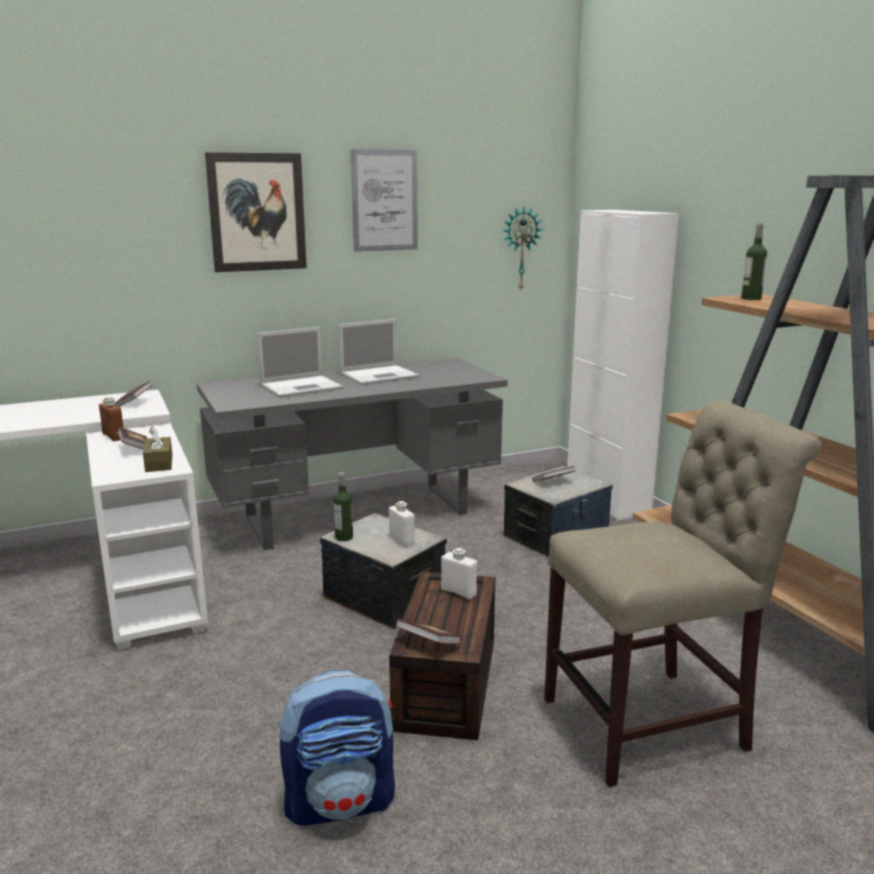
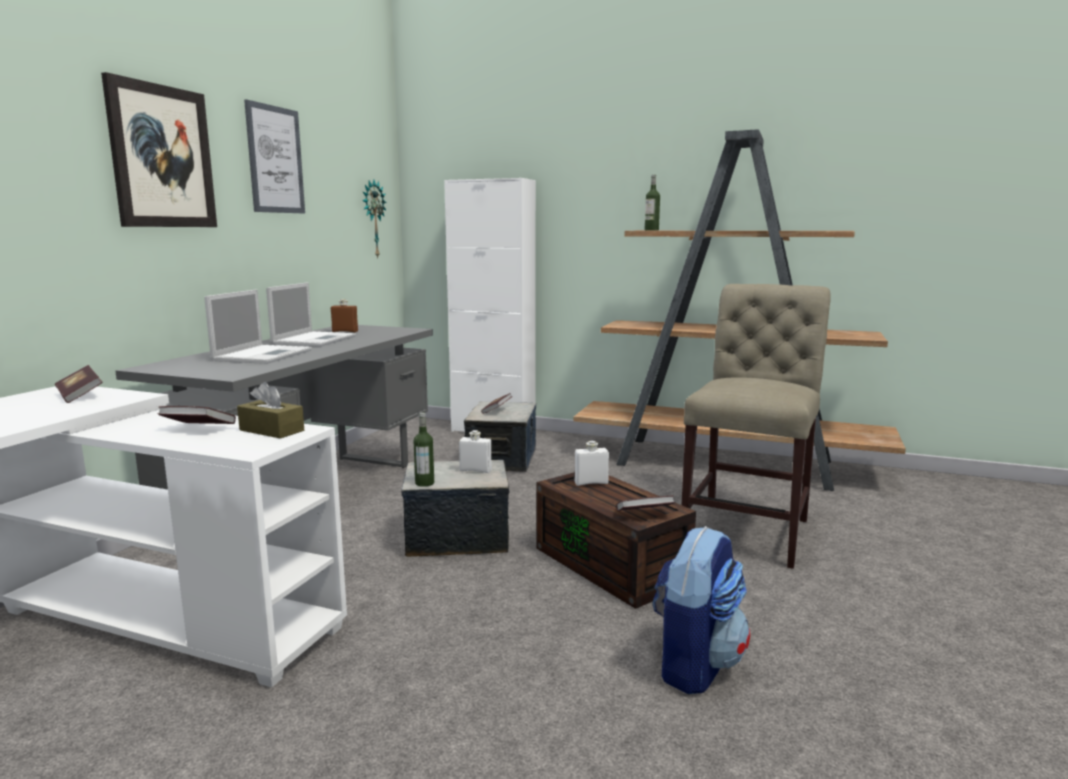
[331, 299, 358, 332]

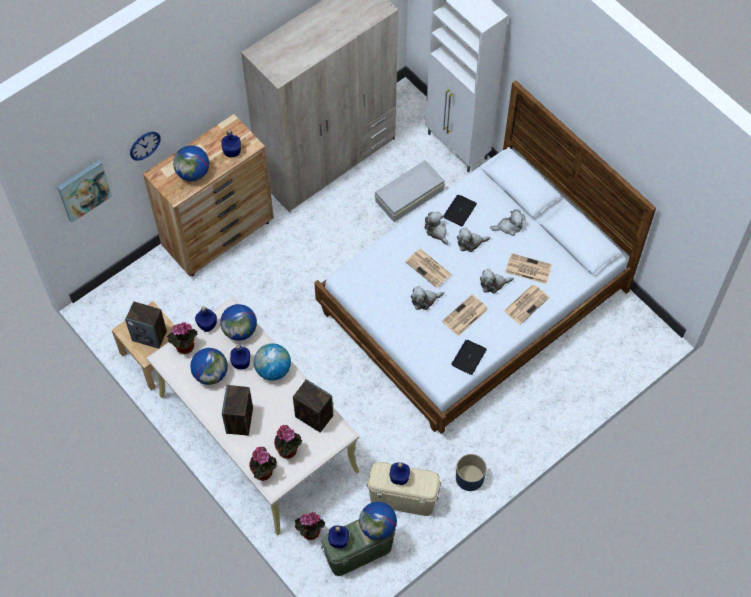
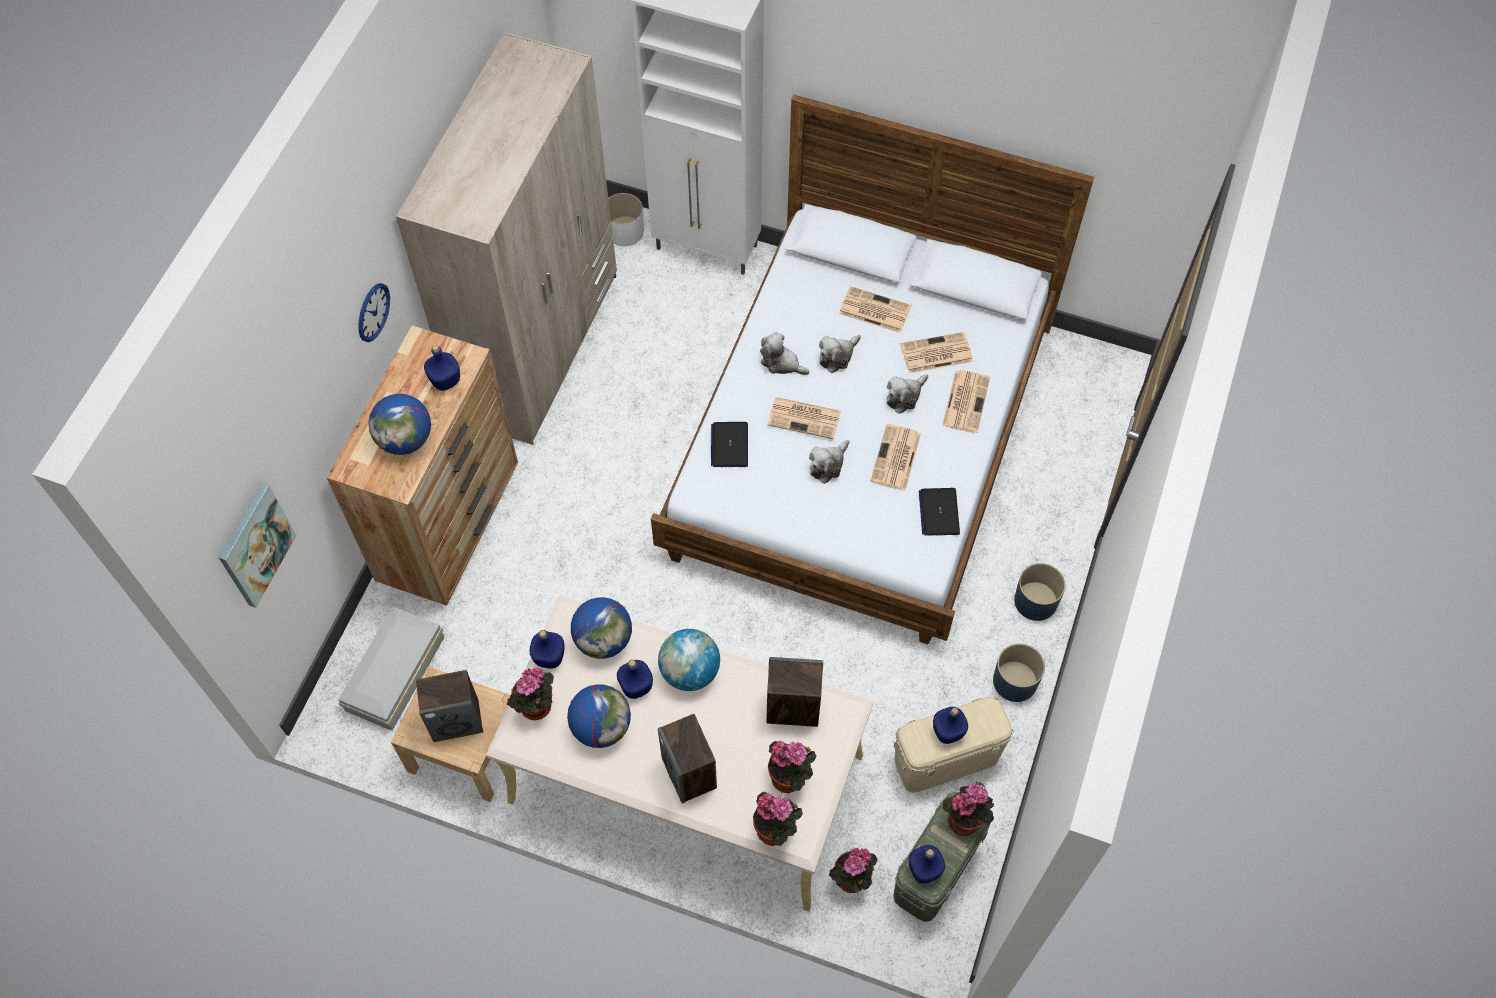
[338, 606, 444, 731]
[358, 283, 390, 342]
[608, 193, 644, 246]
[711, 422, 748, 467]
[839, 286, 911, 333]
[943, 782, 994, 836]
[1014, 563, 1065, 621]

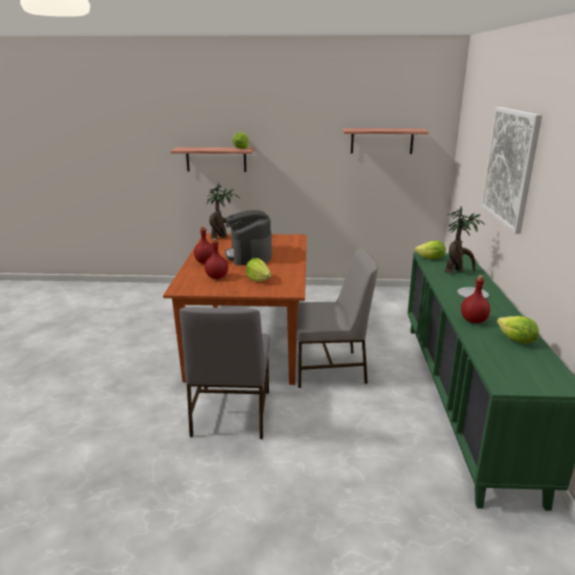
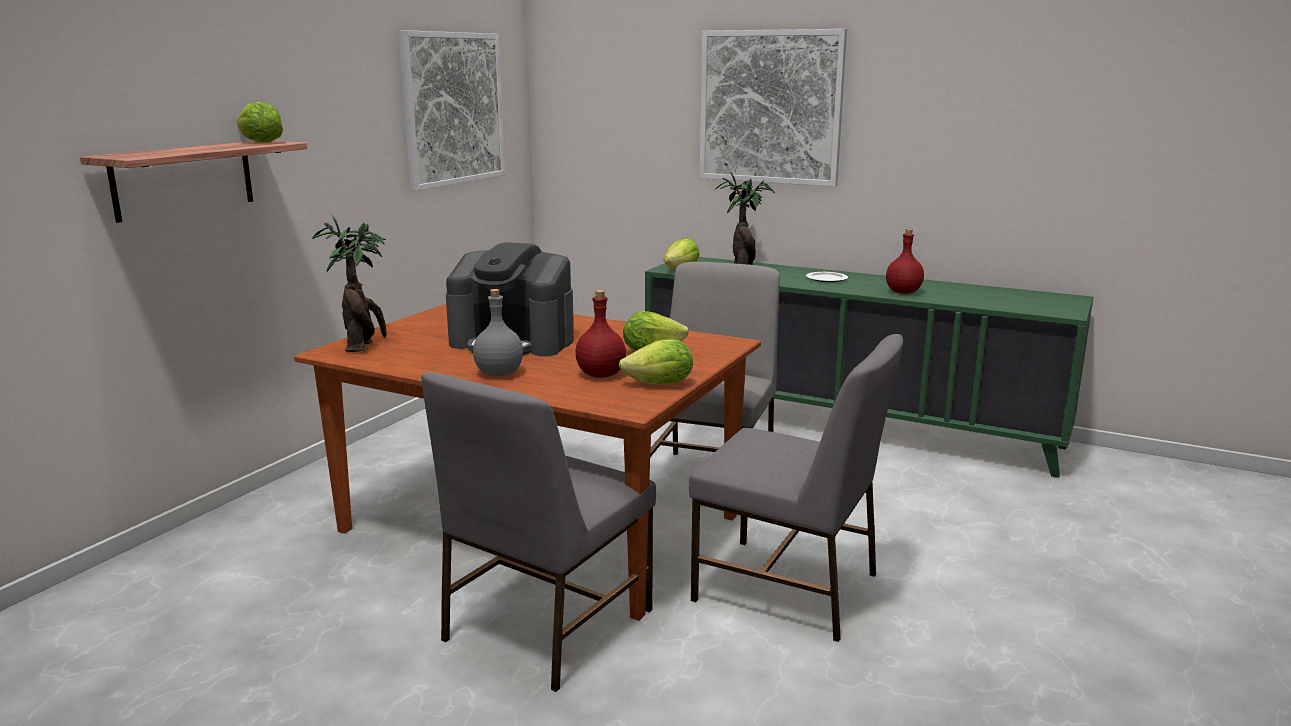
[398, 30, 505, 191]
[421, 372, 656, 692]
[473, 289, 523, 376]
[619, 339, 693, 385]

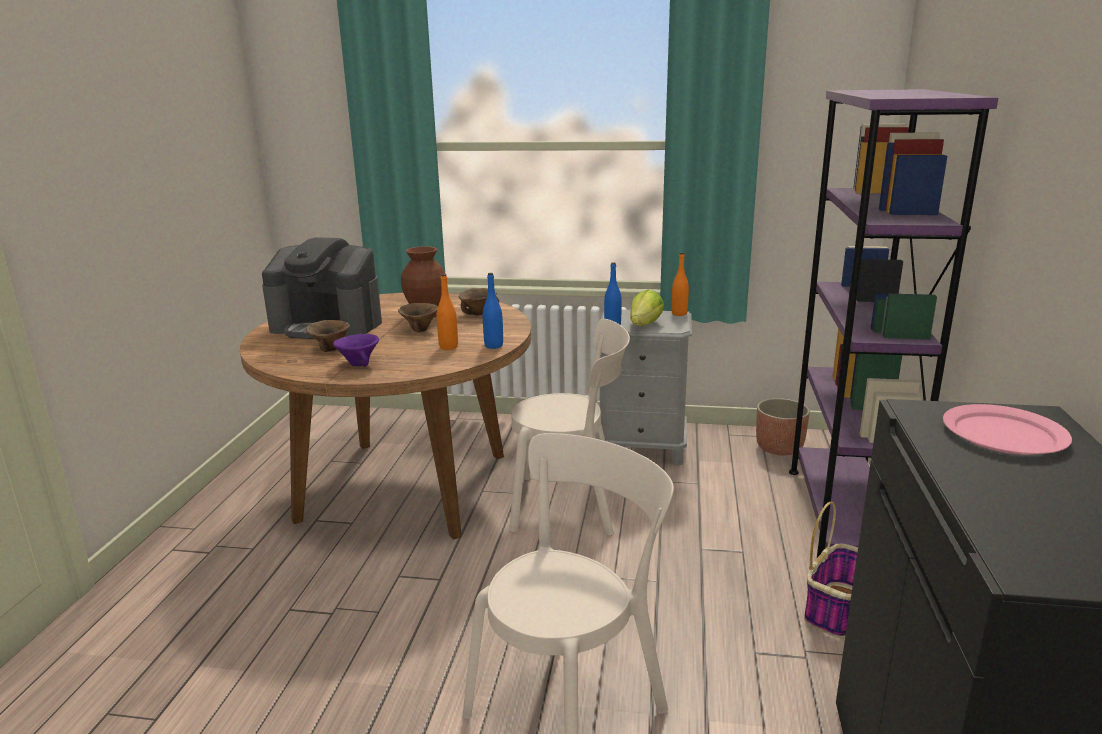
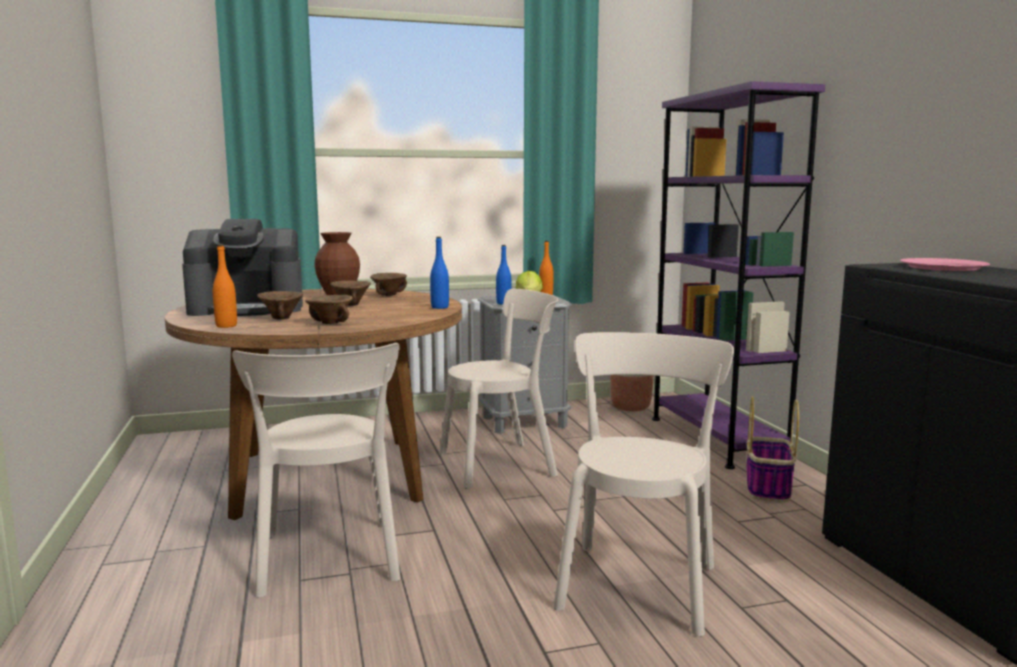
[213, 245, 237, 328]
[232, 343, 401, 598]
[305, 295, 353, 324]

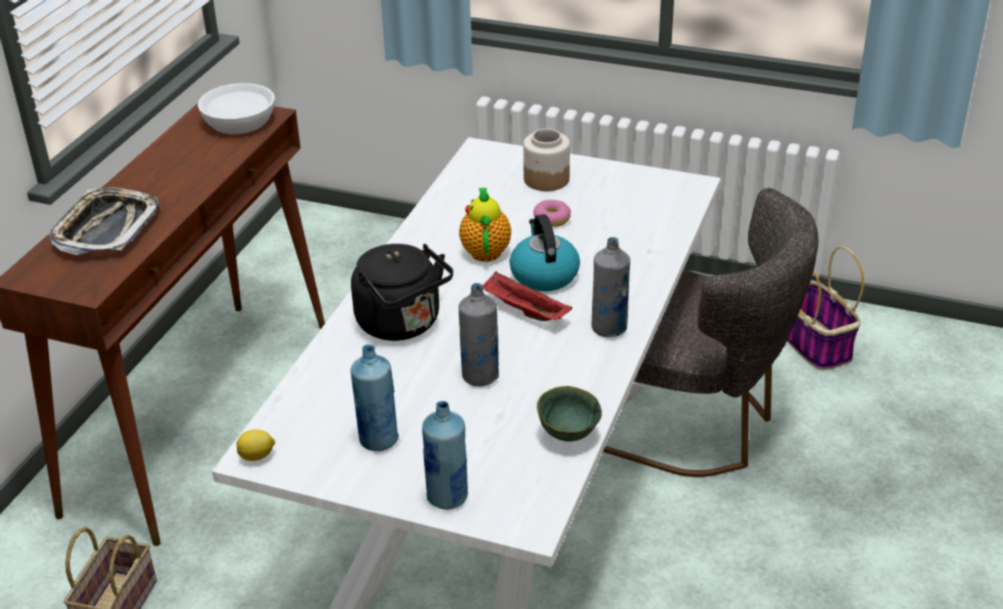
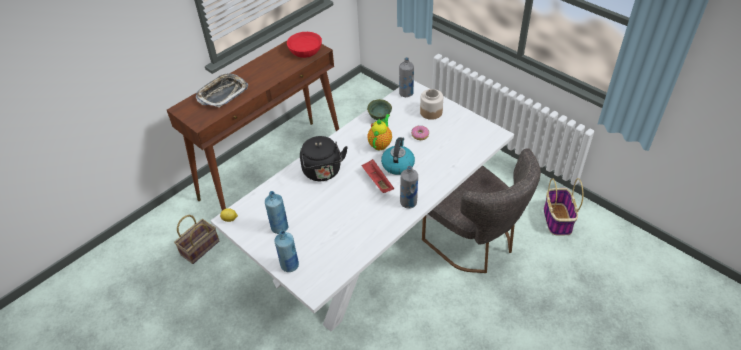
[287, 32, 322, 58]
[367, 99, 392, 120]
[399, 57, 414, 97]

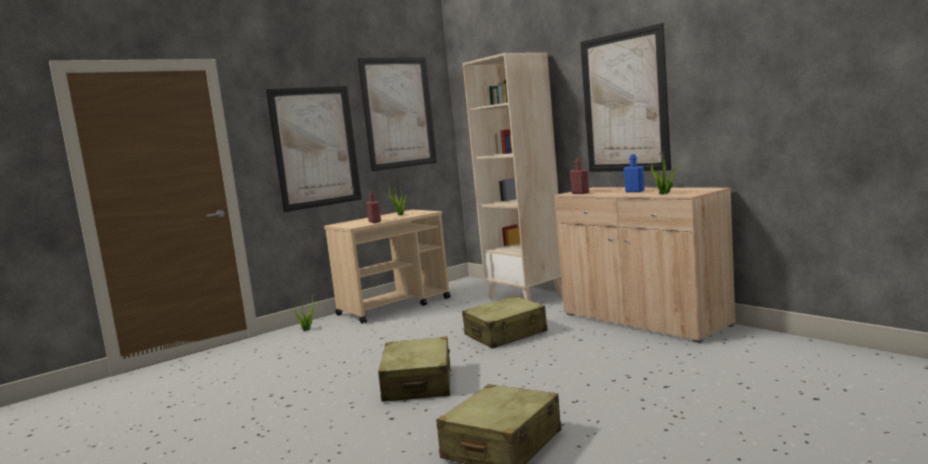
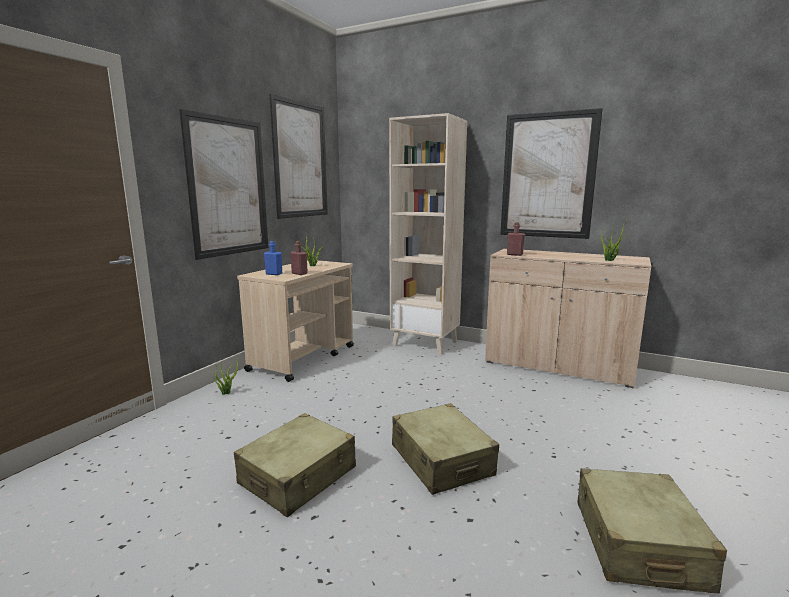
[234, 413, 356, 517]
[264, 241, 282, 275]

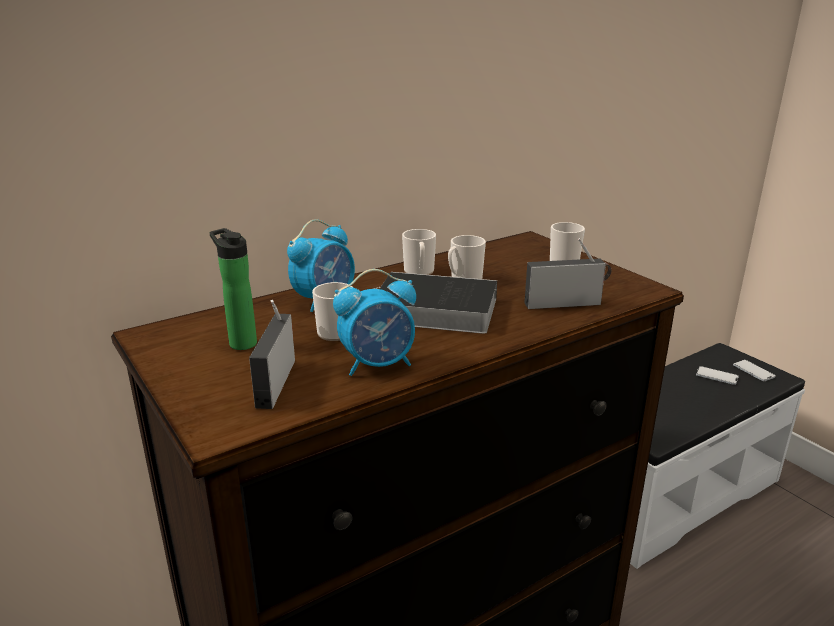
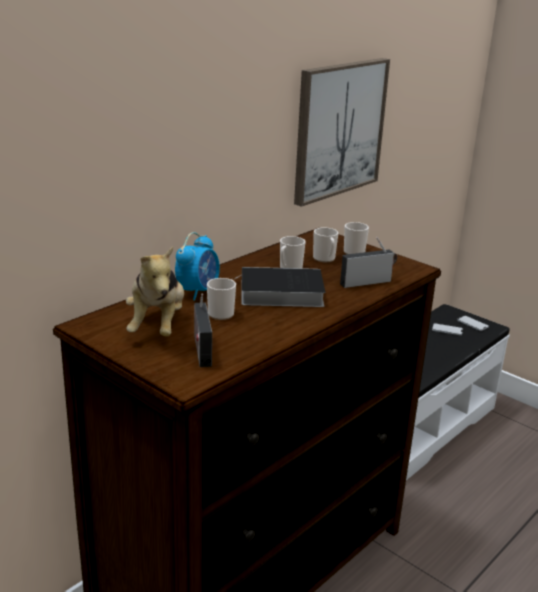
[126, 247, 184, 337]
[294, 58, 390, 207]
[313, 227, 338, 262]
[333, 269, 416, 376] (first image)

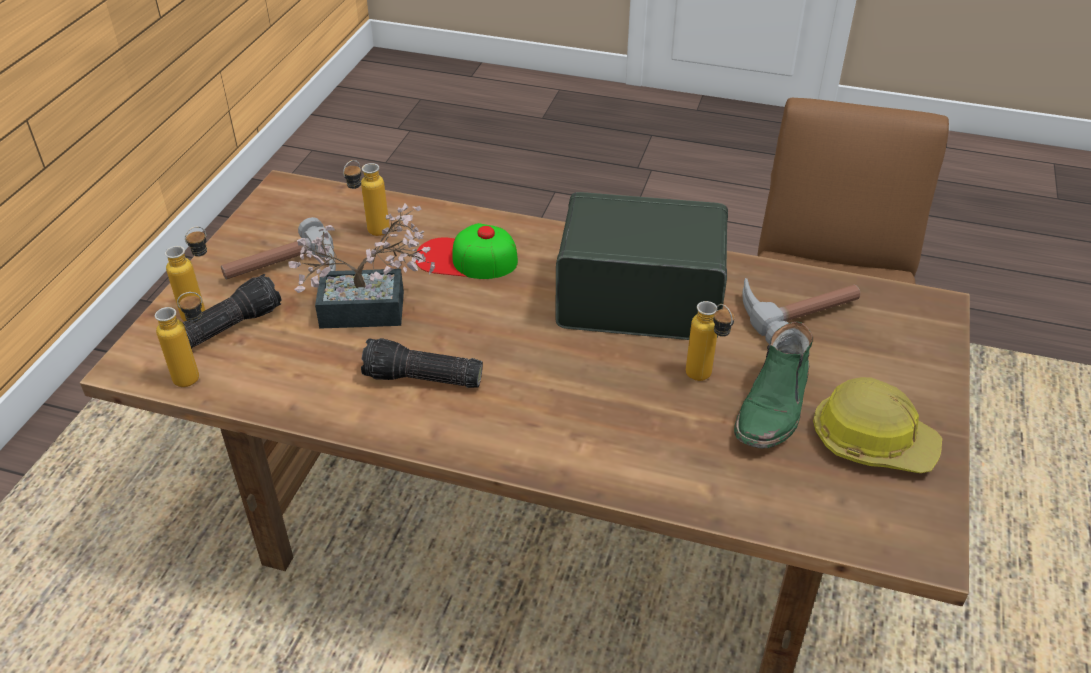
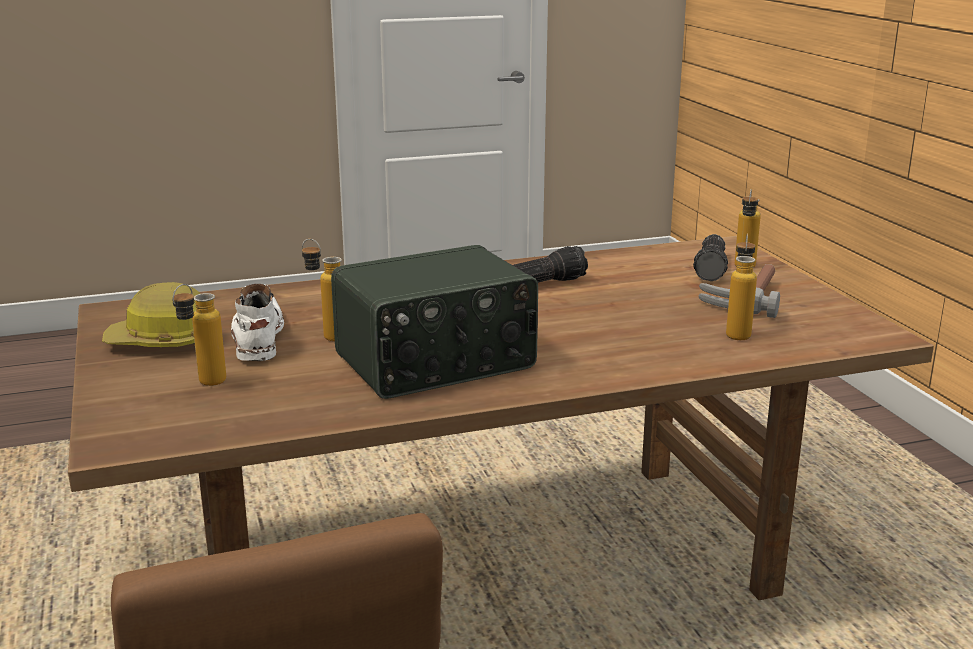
[172, 284, 226, 386]
[231, 284, 284, 361]
[289, 203, 435, 329] (first image)
[415, 223, 518, 279] (first image)
[742, 278, 860, 345] (first image)

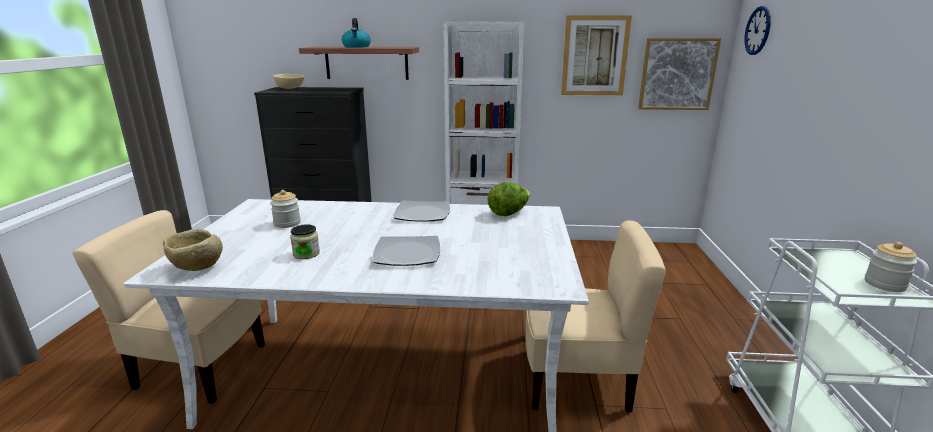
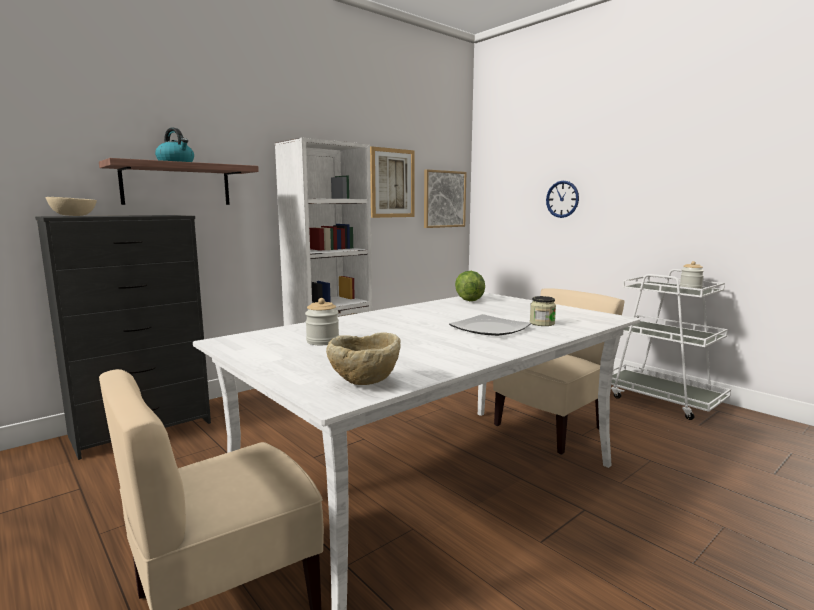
[530, 296, 556, 326]
[546, 181, 579, 218]
[393, 200, 450, 222] (first image)

